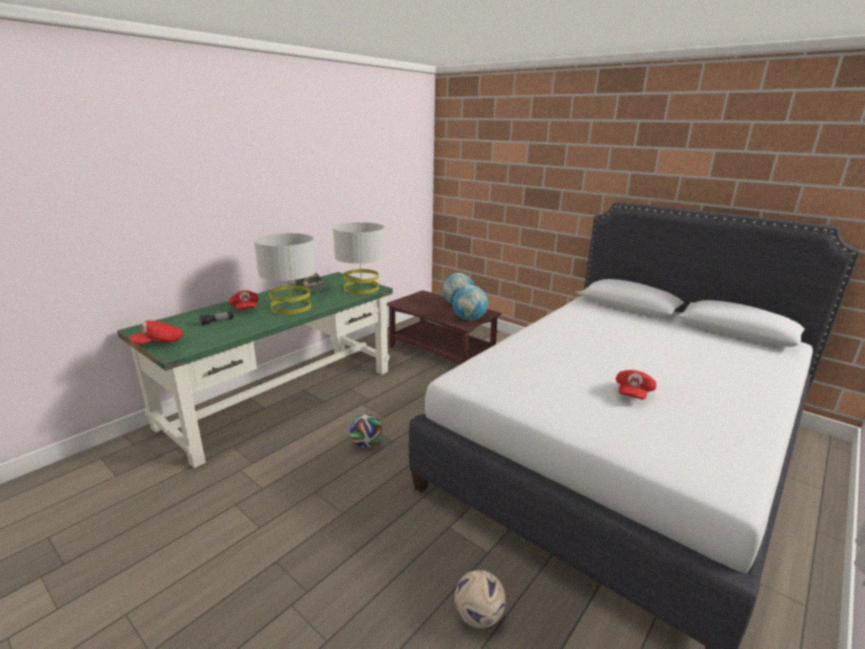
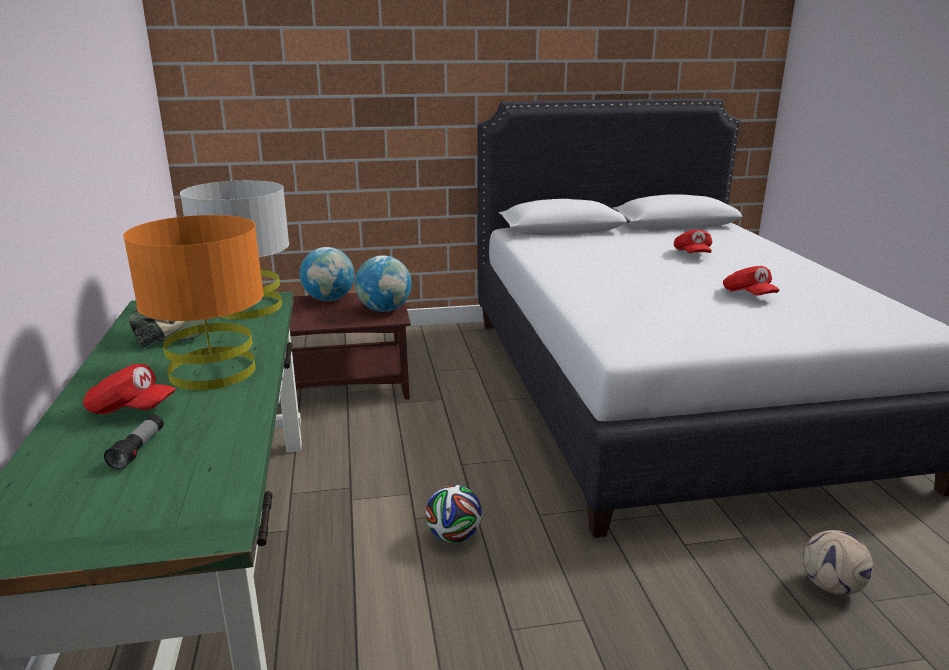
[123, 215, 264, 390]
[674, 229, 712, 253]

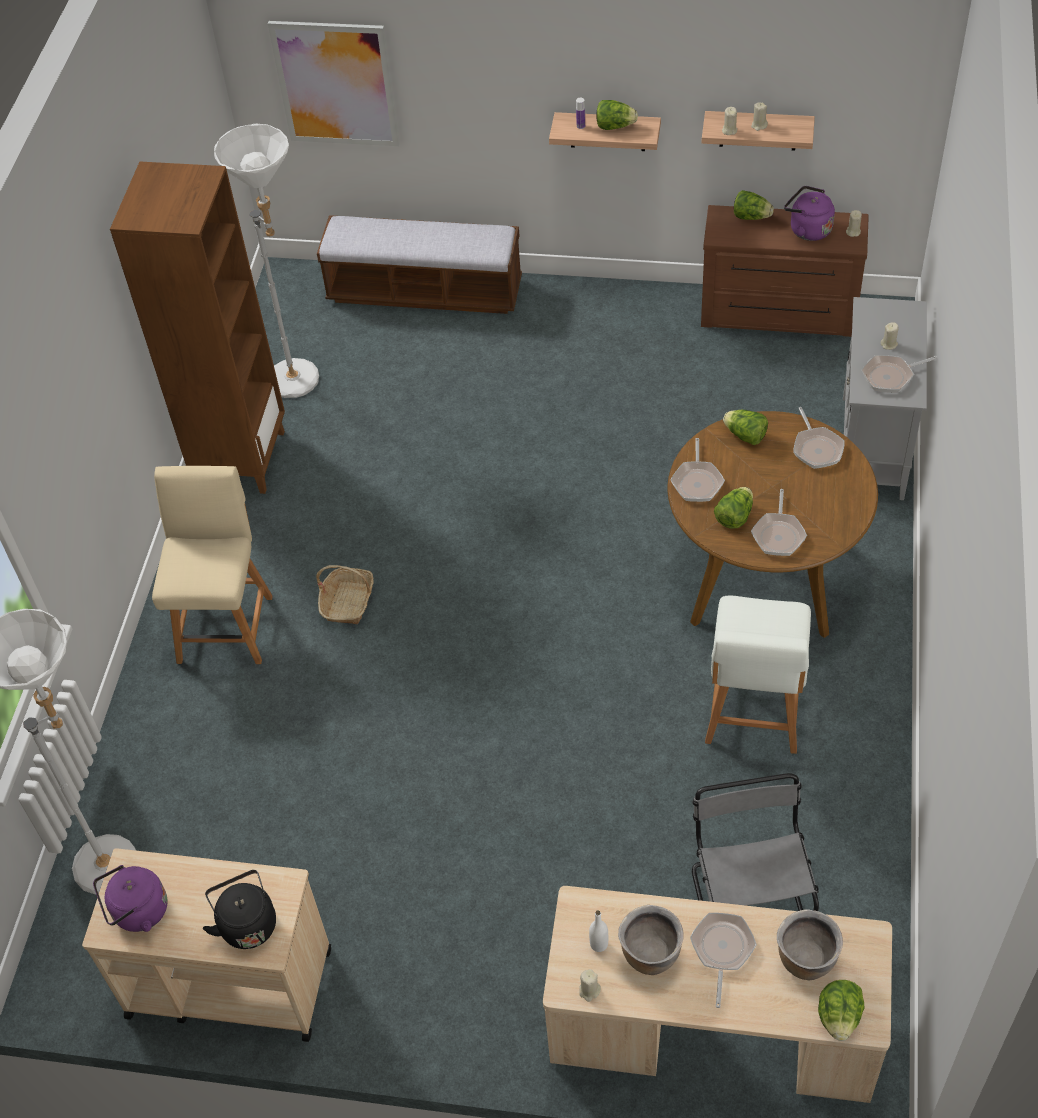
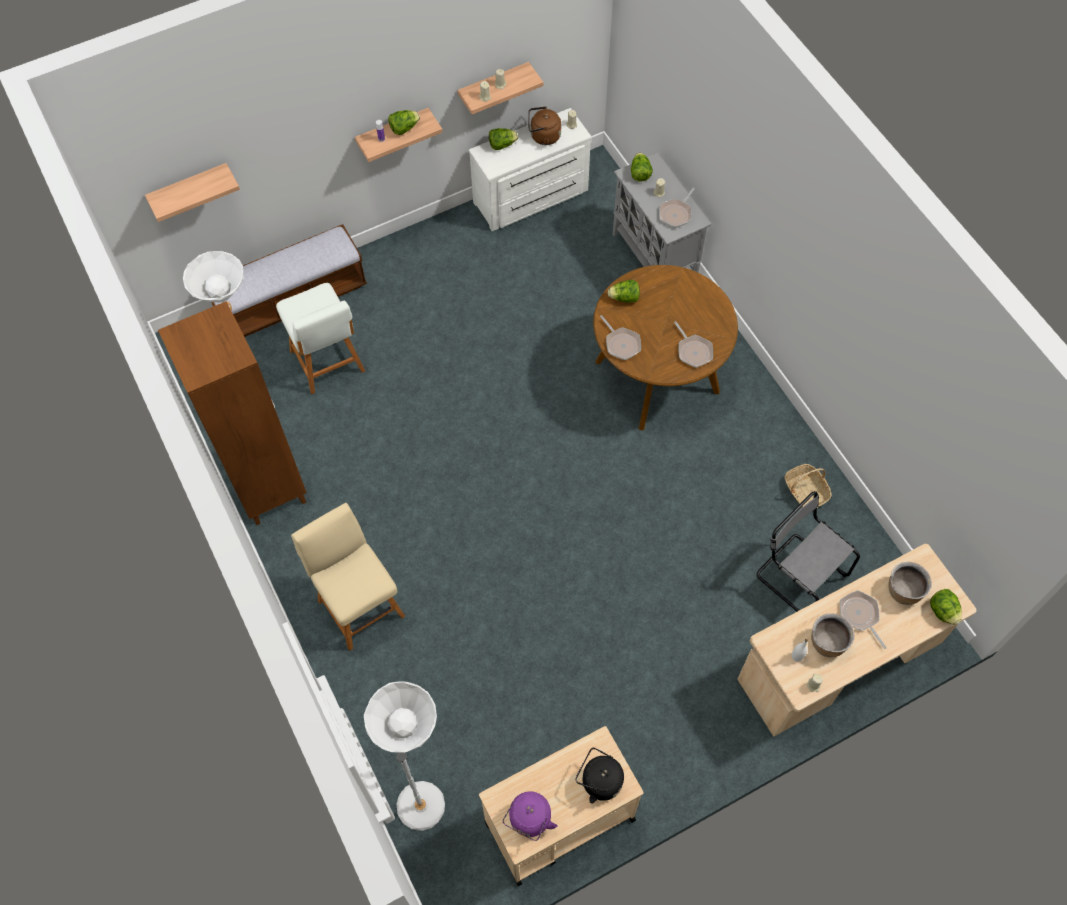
[145, 163, 240, 222]
[276, 283, 365, 394]
[469, 108, 592, 231]
[529, 106, 561, 145]
[631, 153, 653, 182]
[784, 464, 832, 508]
[793, 407, 845, 469] (first image)

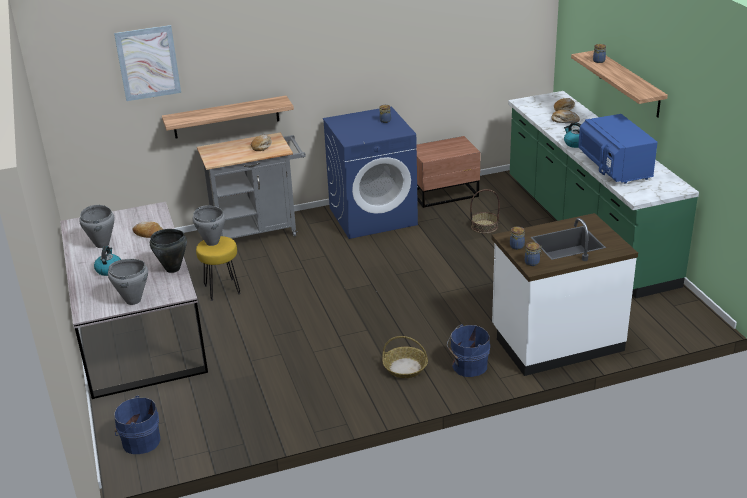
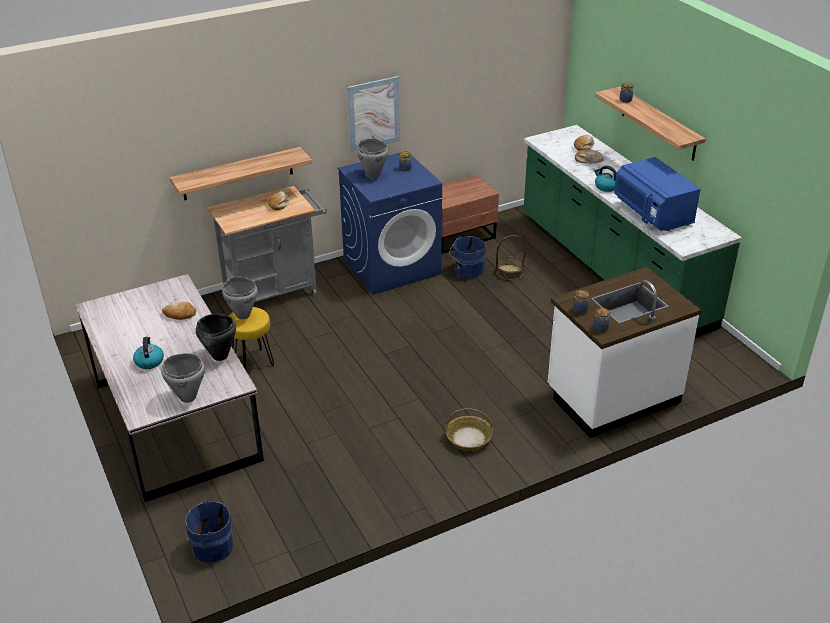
[347, 76, 400, 153]
[357, 138, 389, 178]
[449, 236, 486, 279]

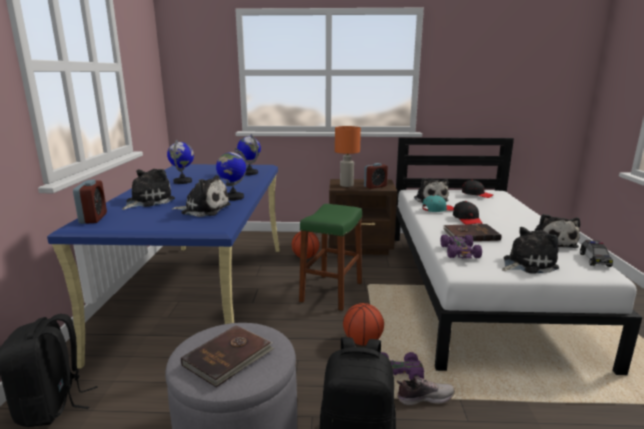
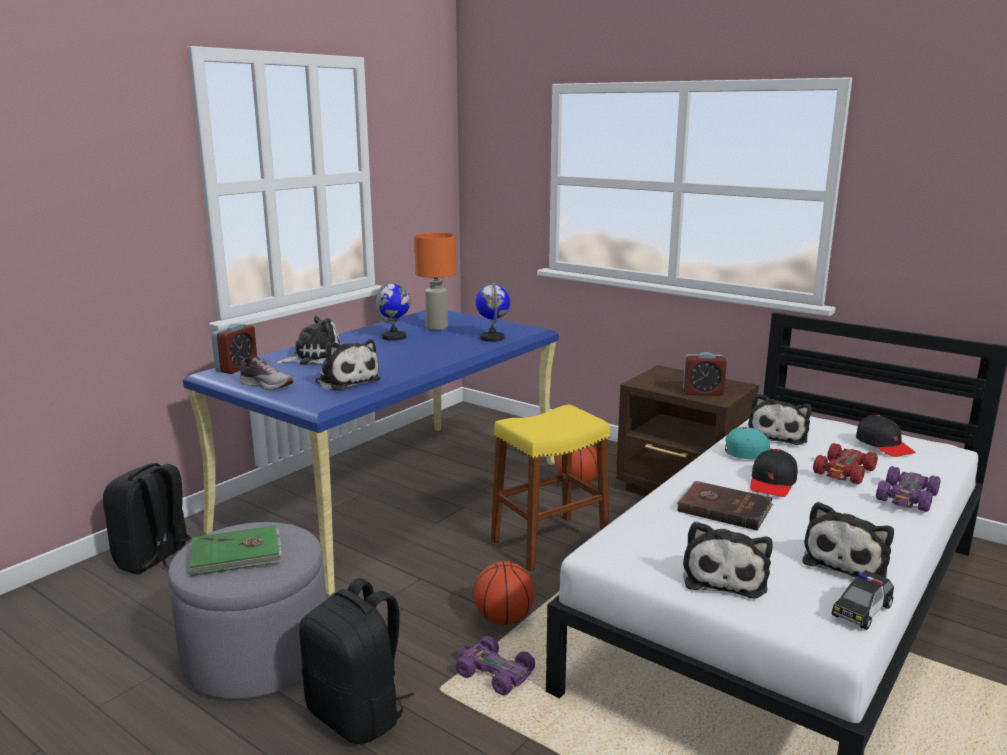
[189, 526, 282, 576]
[239, 356, 293, 390]
[414, 233, 456, 330]
[491, 404, 610, 572]
[683, 521, 772, 598]
[813, 443, 878, 484]
[876, 466, 941, 512]
[216, 148, 247, 201] (first image)

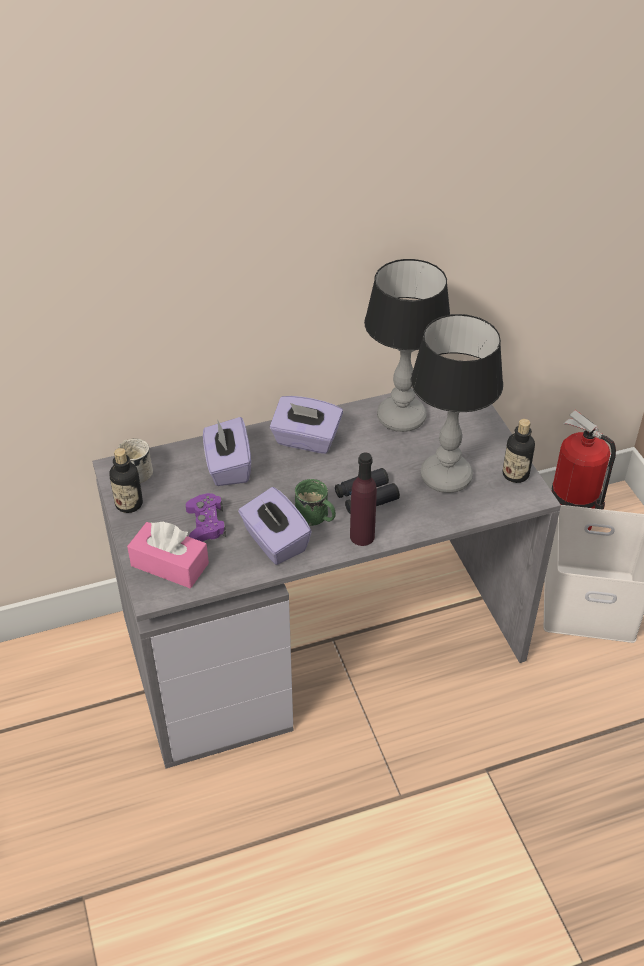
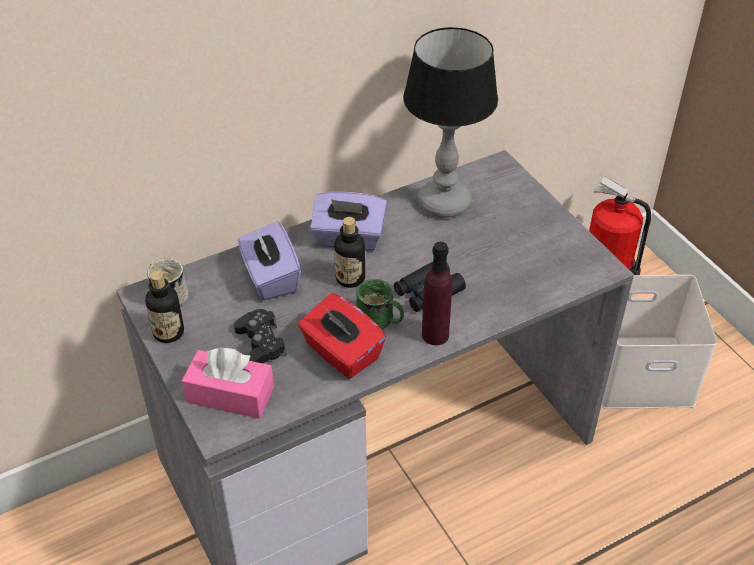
[234, 309, 287, 363]
[298, 293, 386, 379]
[334, 217, 365, 288]
[411, 314, 503, 493] (first image)

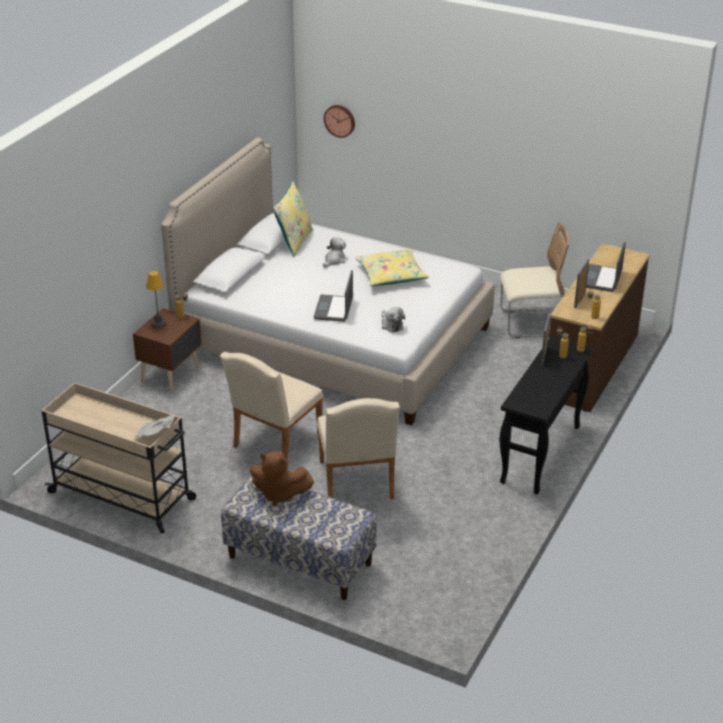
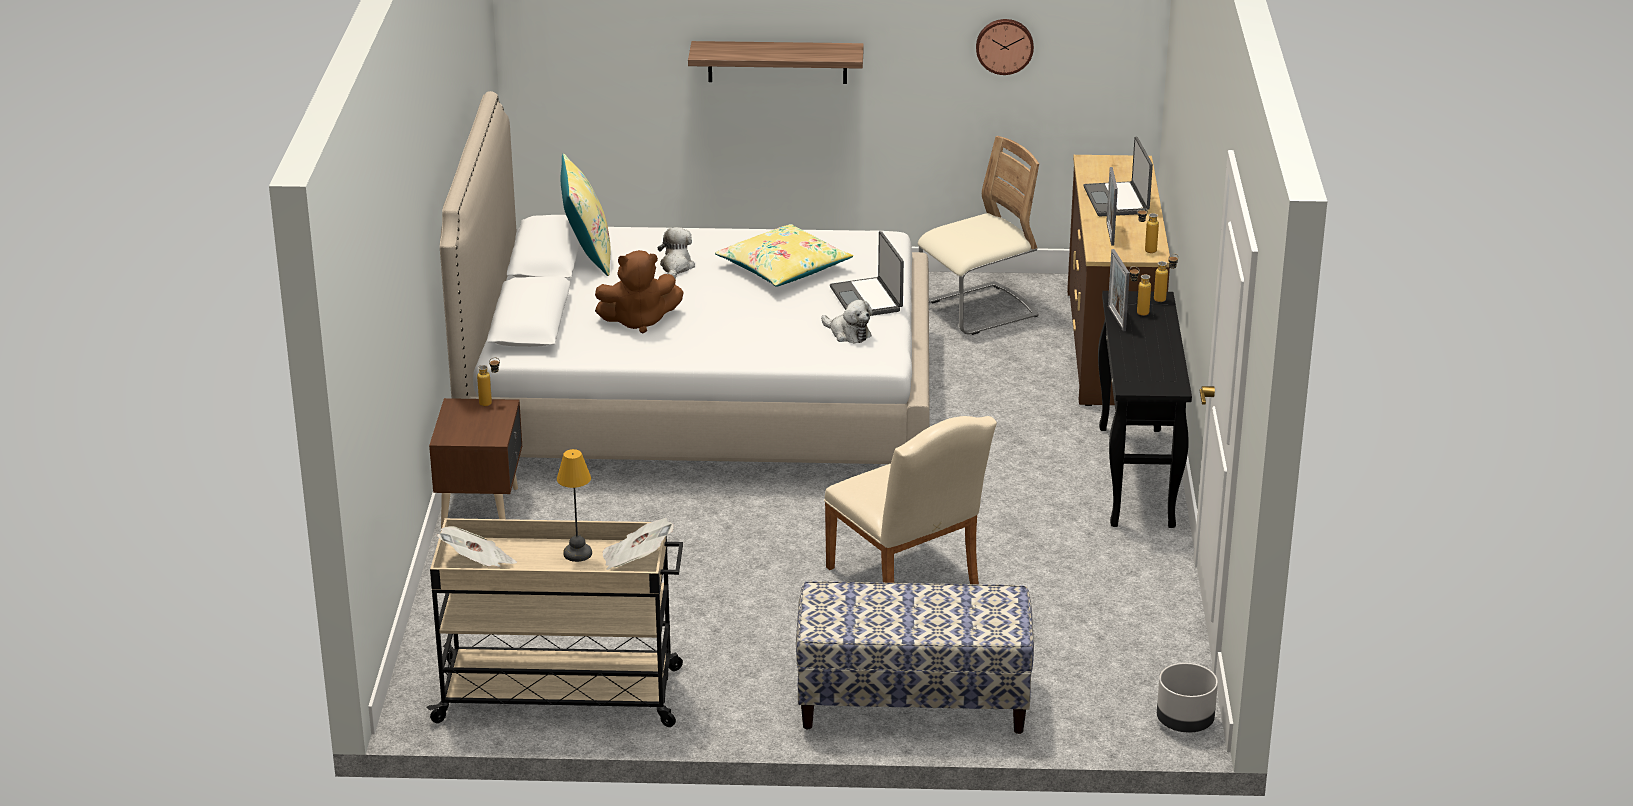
[437, 526, 517, 567]
[557, 449, 592, 562]
[595, 250, 684, 333]
[688, 41, 864, 84]
[830, 231, 904, 316]
[976, 19, 1034, 75]
[1157, 663, 1218, 732]
[220, 352, 323, 459] (first image)

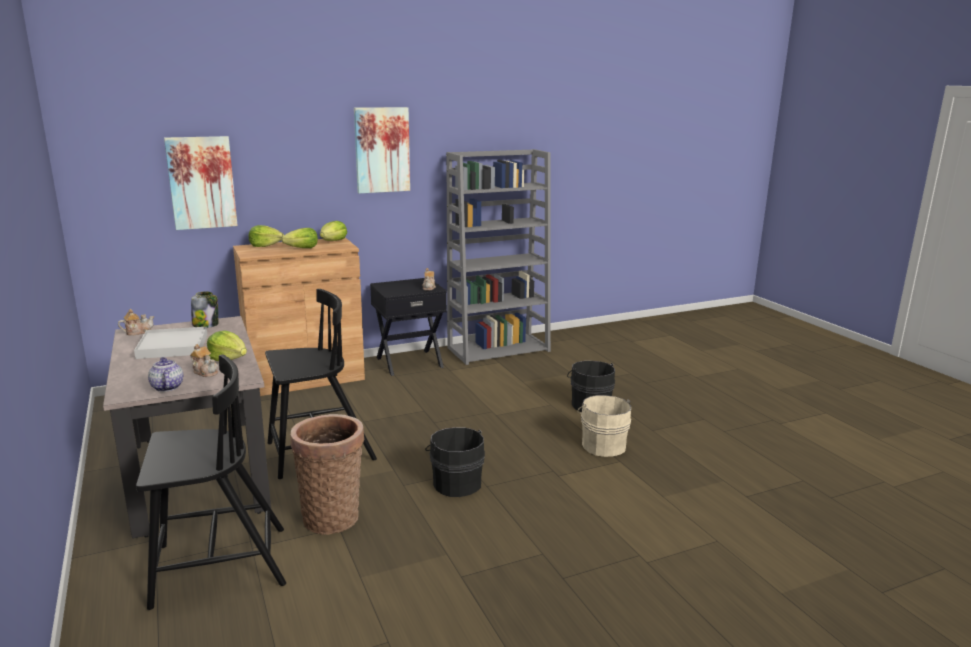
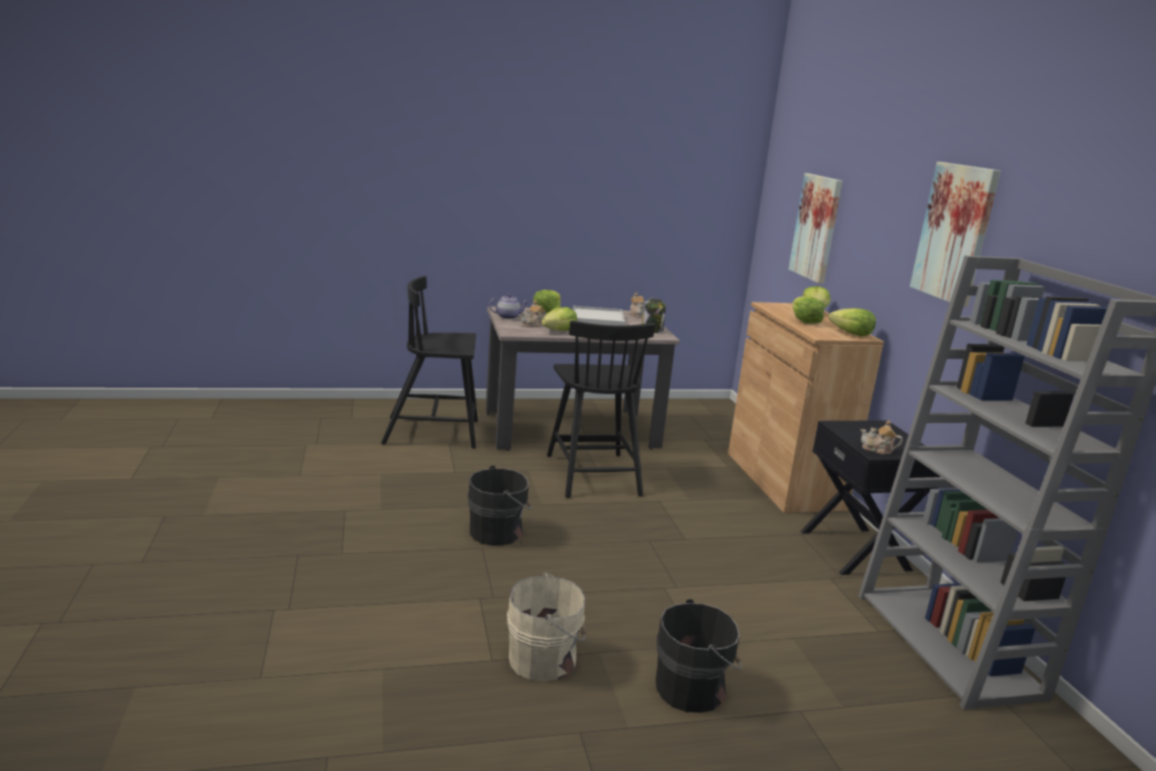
[381, 276, 478, 449]
[533, 290, 561, 313]
[290, 414, 364, 535] (first image)

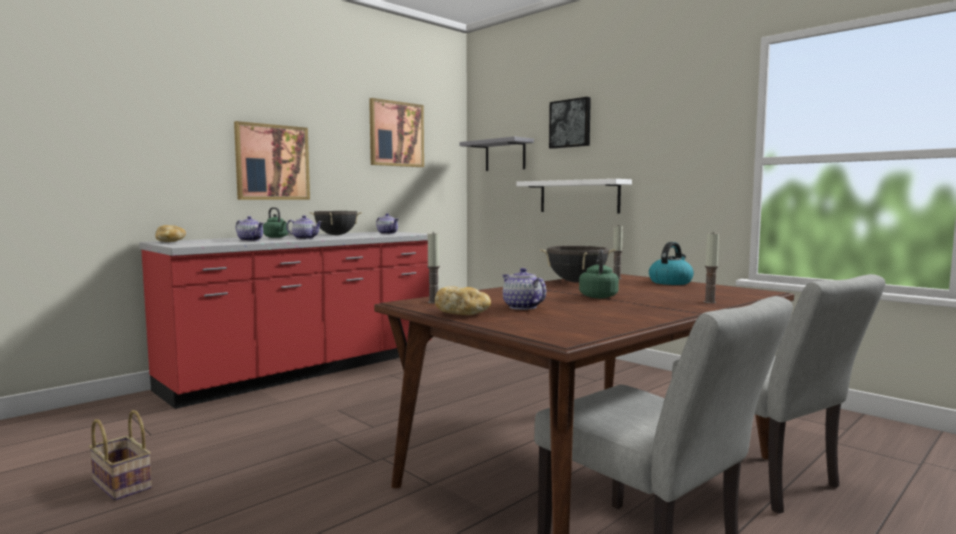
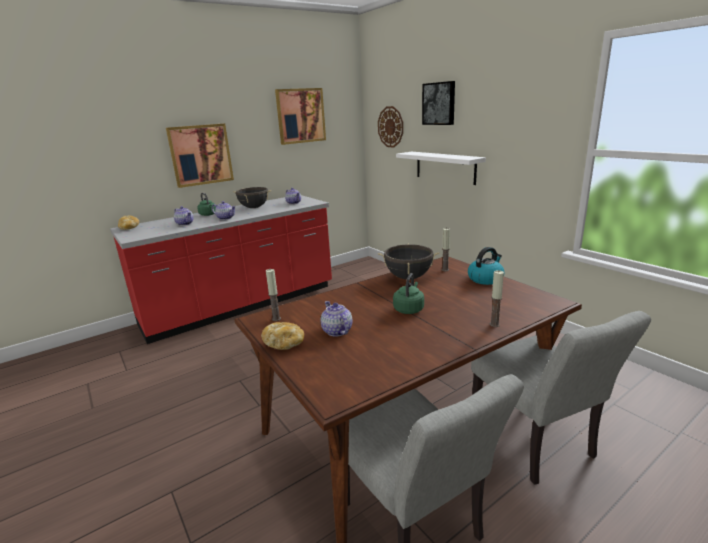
[378, 106, 403, 148]
[89, 410, 152, 501] (first image)

